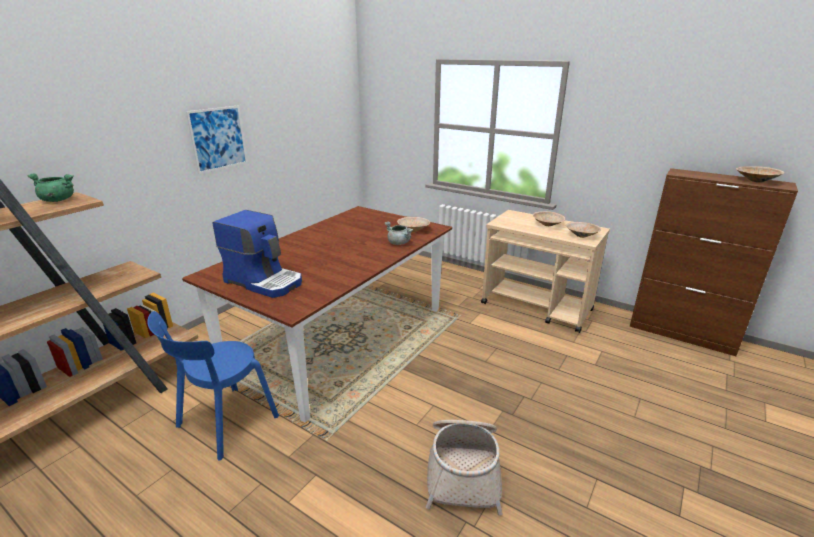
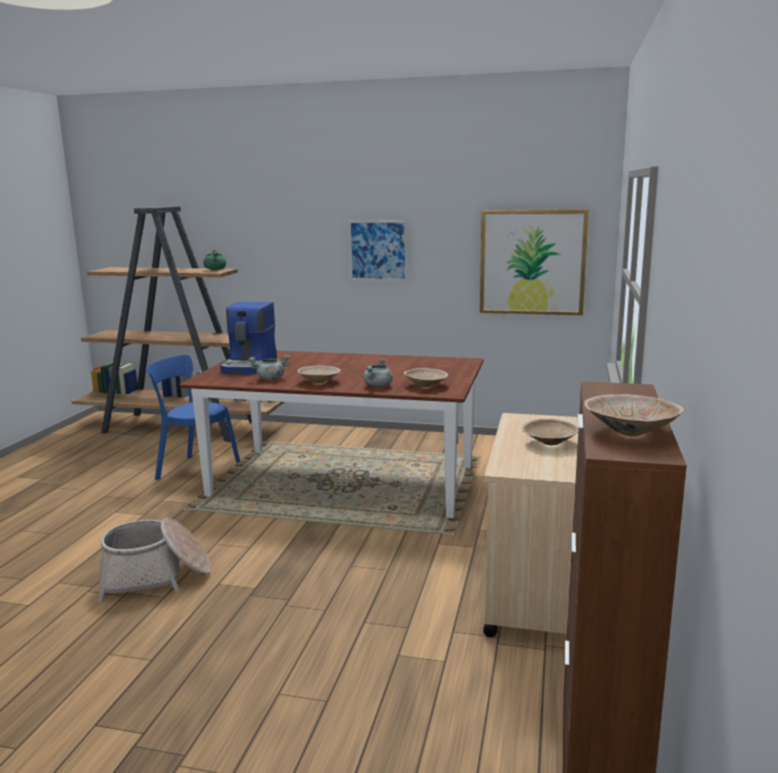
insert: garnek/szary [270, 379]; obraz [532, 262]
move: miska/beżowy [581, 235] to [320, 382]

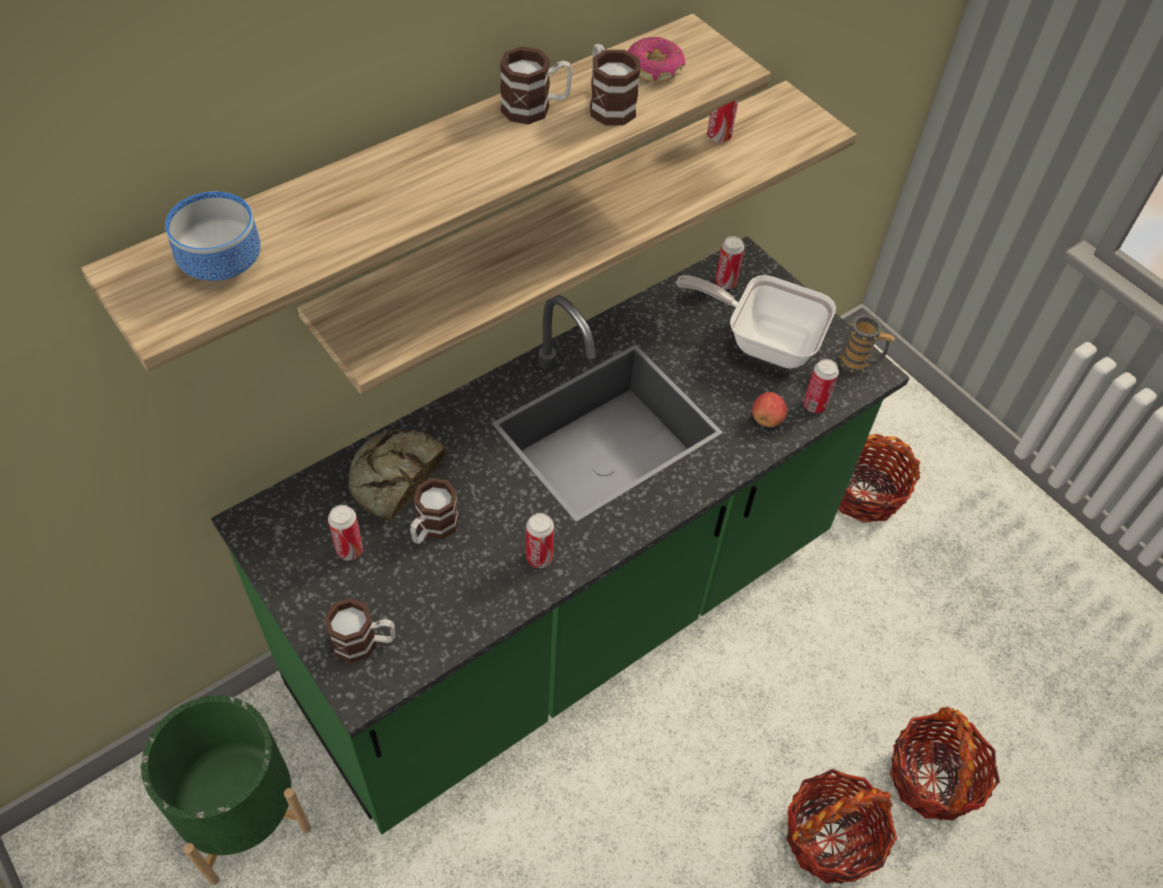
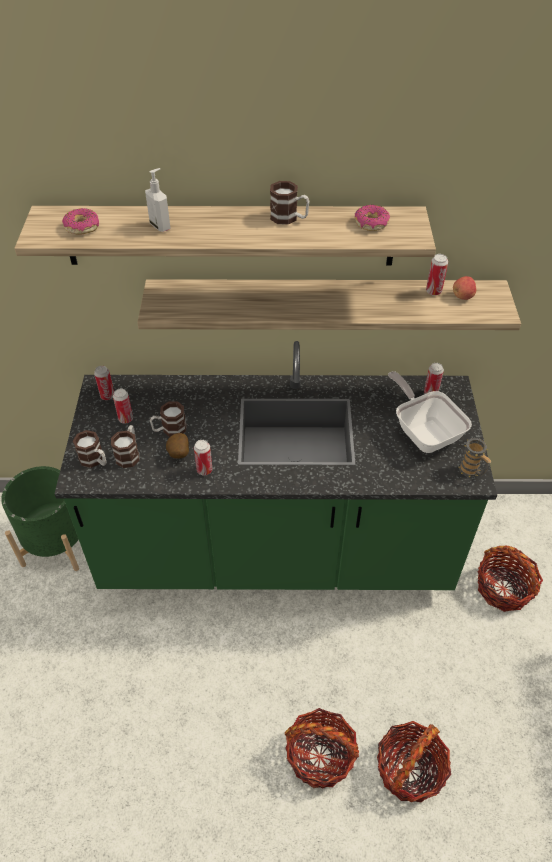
delete: chleb [395, 477]
insert: dozownik mydła [160, 226]; ziemniak [178, 454]
move: puszka [814, 405] to [107, 396]; kubek [608, 104] to [129, 454]; jabłko [766, 419] to [463, 296]
replace: miska [224, 265] to donut [82, 227]

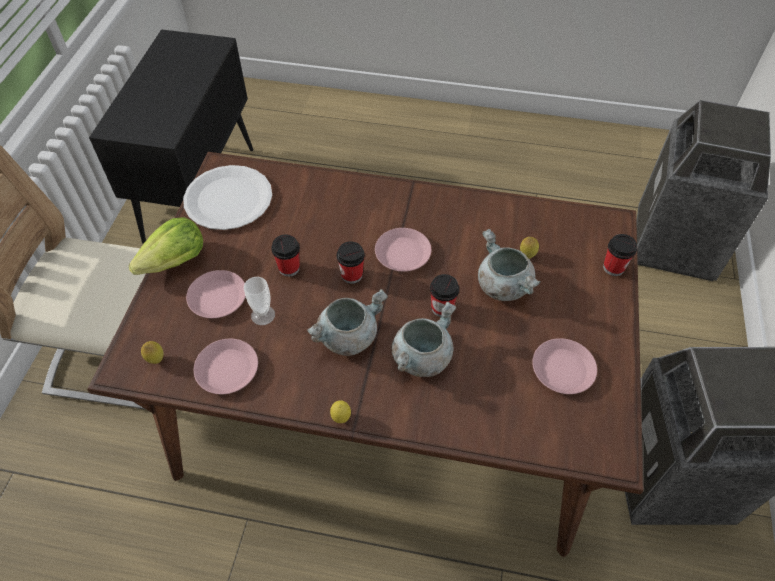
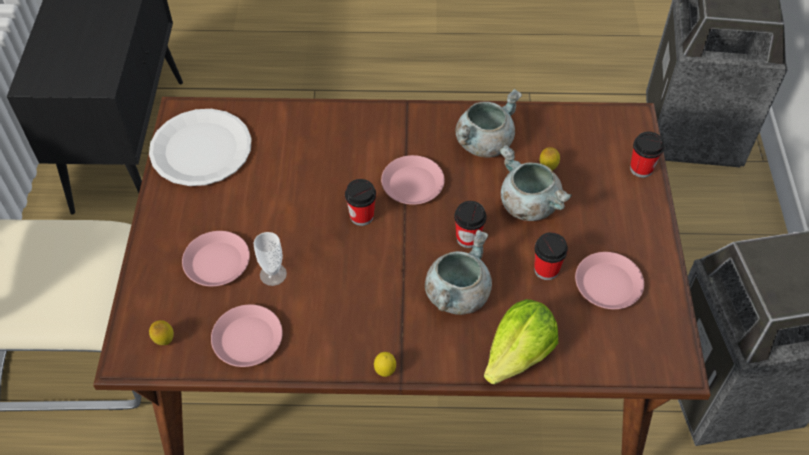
move: garnek/szary [348, 336] to [484, 142]; sałata [175, 262] to [518, 355]; filiżanka [289, 268] to [546, 270]

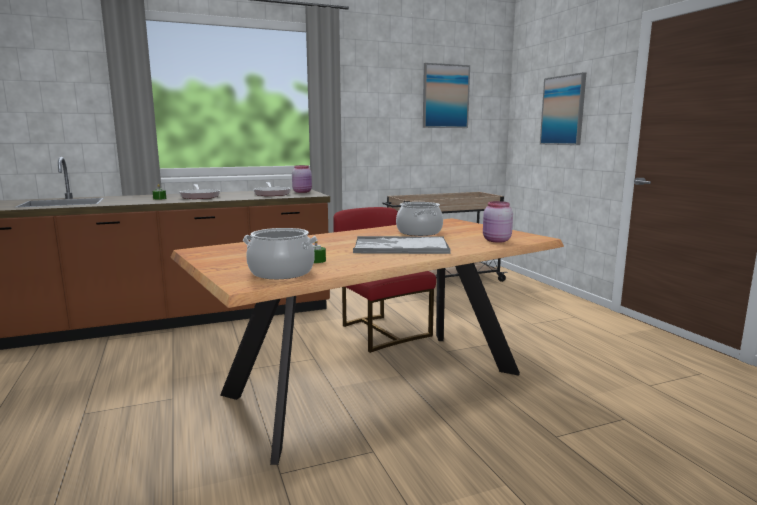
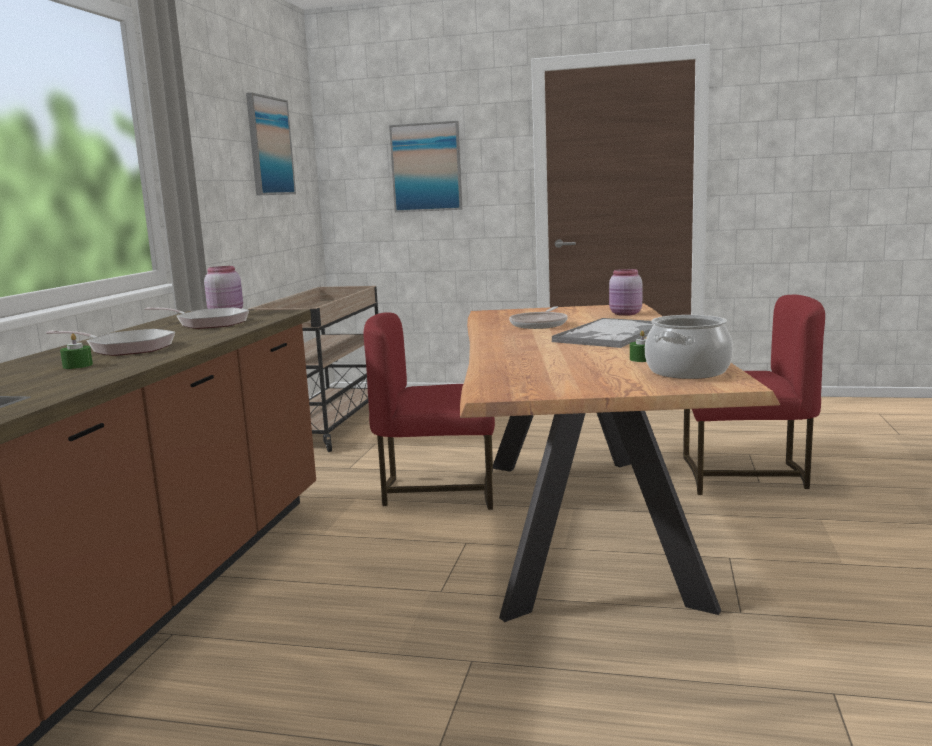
insert: krzesło/czerwony [745, 475]
replace: garnek [419, 232] to patelnia [540, 324]

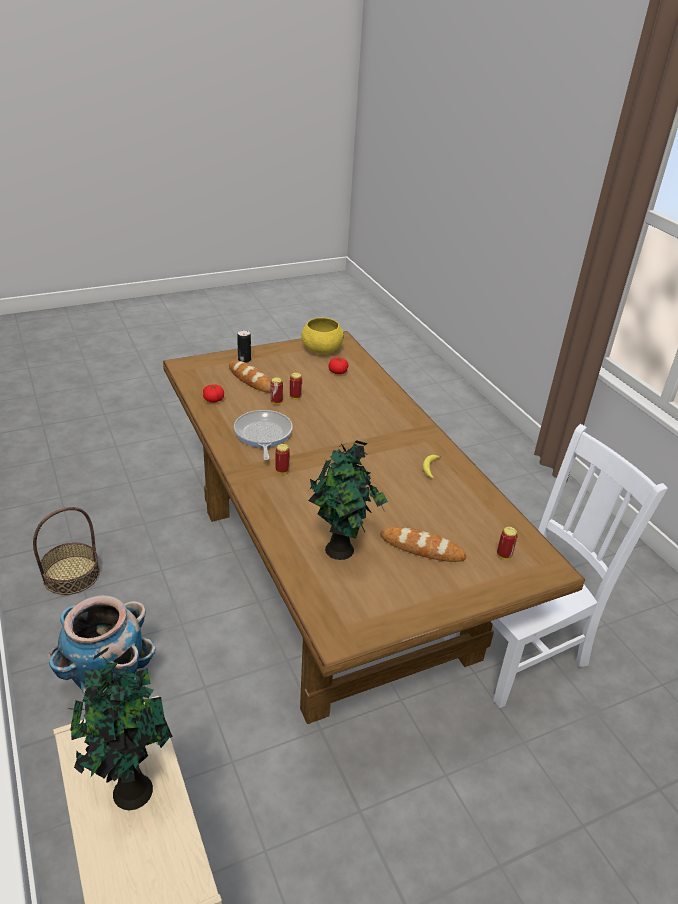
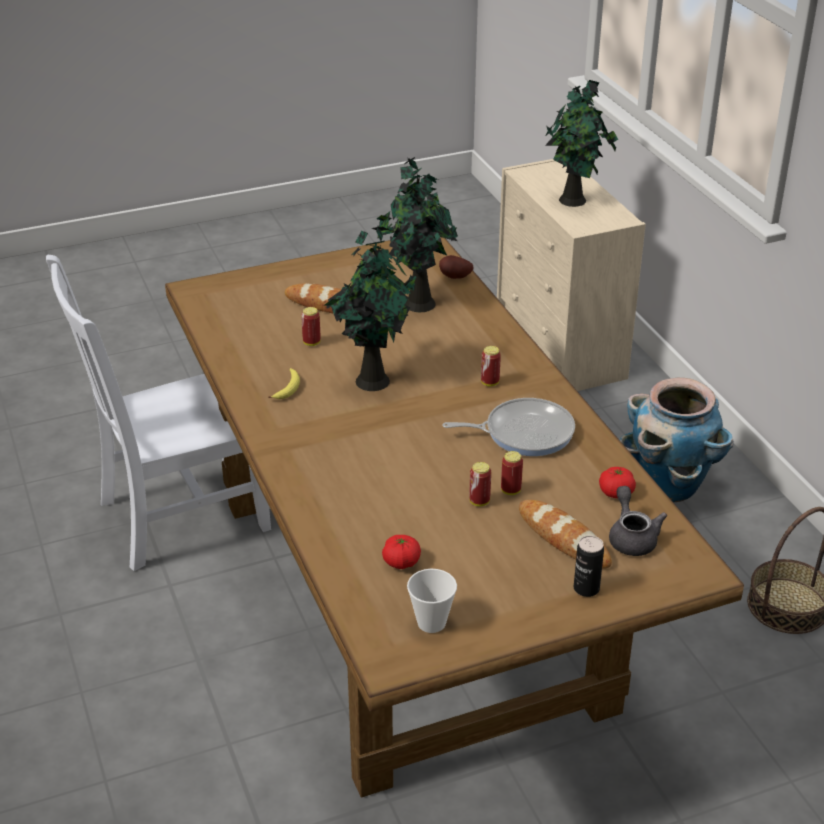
insert: roślina doniczkowa [372, 379]; ziemniak [454, 278]; imbryk/szary [631, 537]
move: puszka [504, 555] to [311, 343]
replace: miska/żółty [321, 350] to filiżanka [431, 622]
rotate: patelnia [263, 435] = [524, 432] 90 degrees counterclockwise

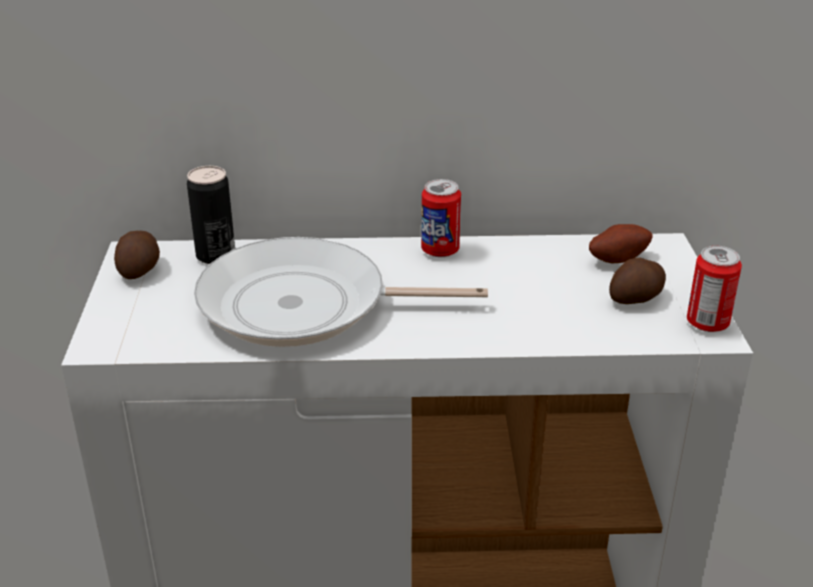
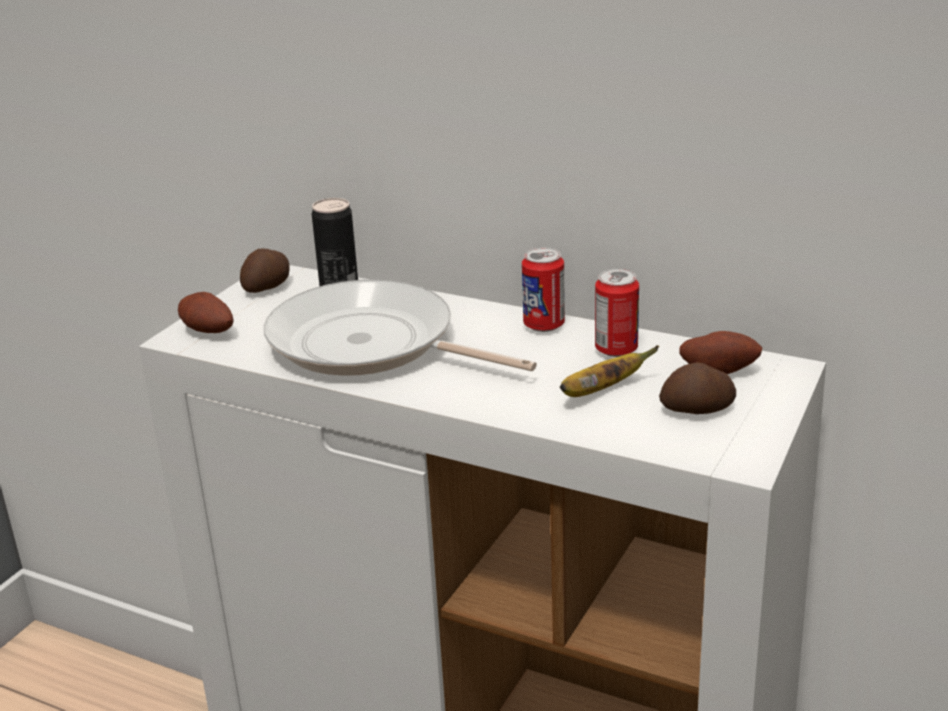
insert: ziemniak [207, 332]; banan [602, 390]
move: puszka [707, 323] to [616, 350]

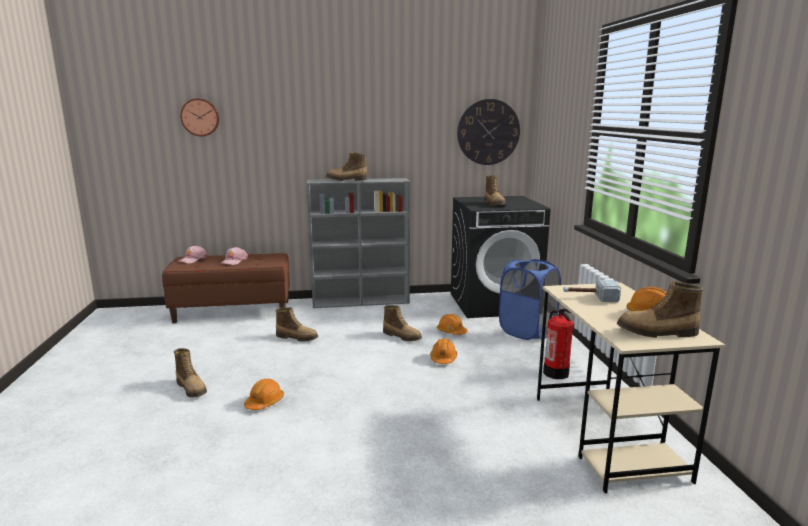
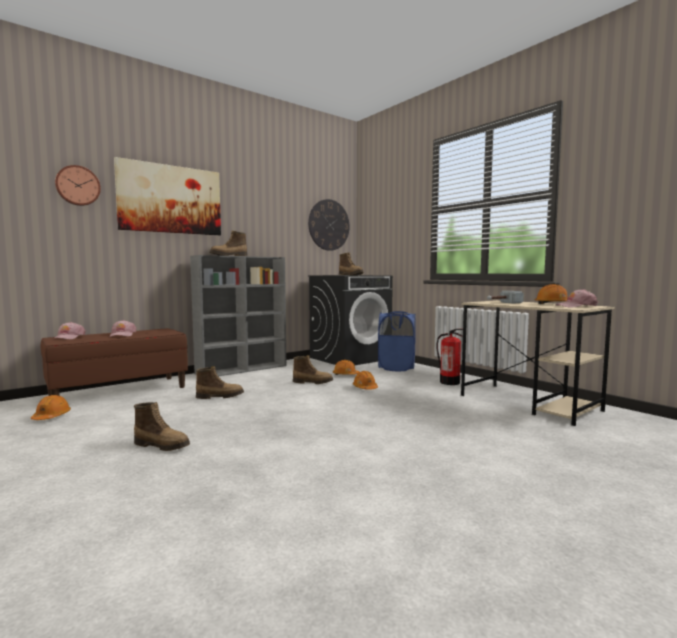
insert: obraz [170, 199]
move: kask/pomarańczowy [264, 402] to [51, 417]
replace: but z cholewką [657, 333] to czapka z daszkiem/różowy [576, 306]

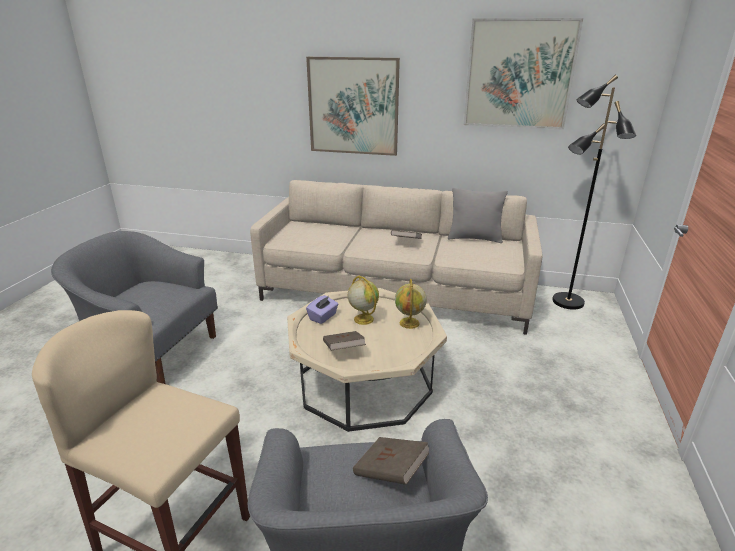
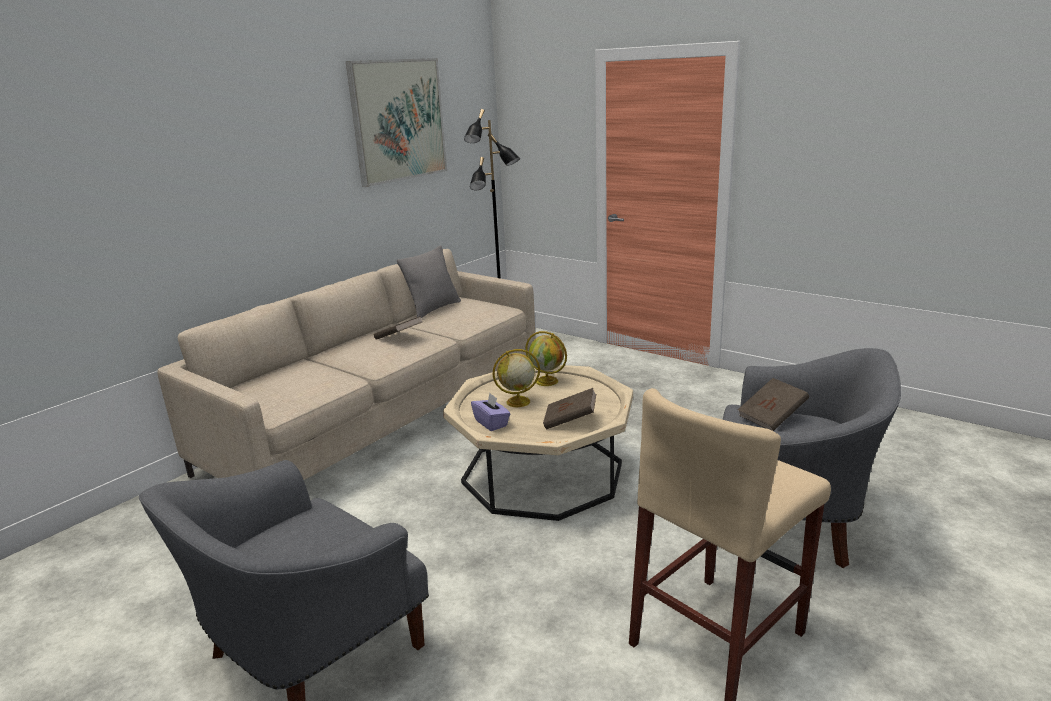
delete: obraz [353, 106]

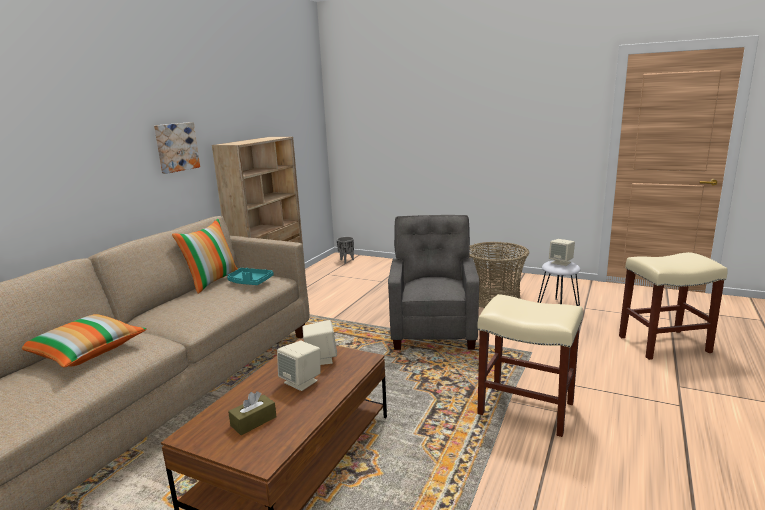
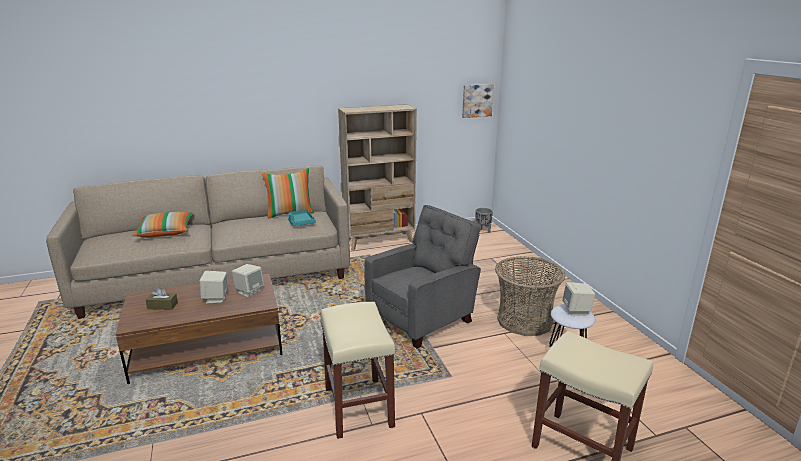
move: obraz [176, 147] to [477, 100]

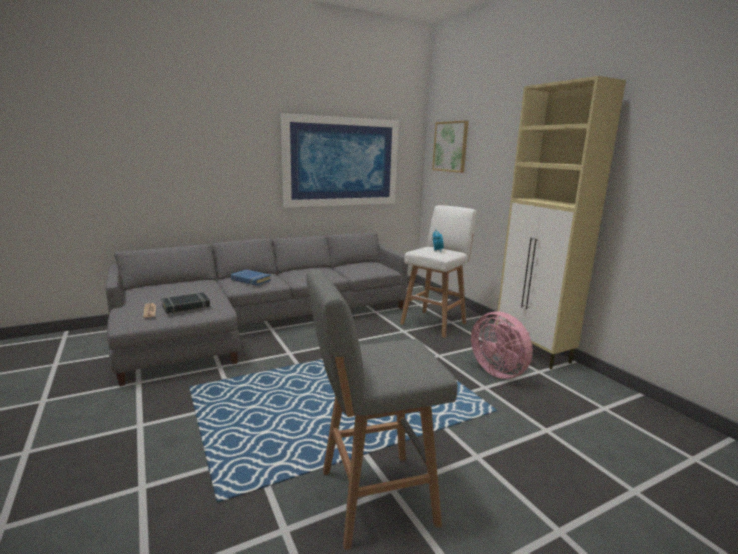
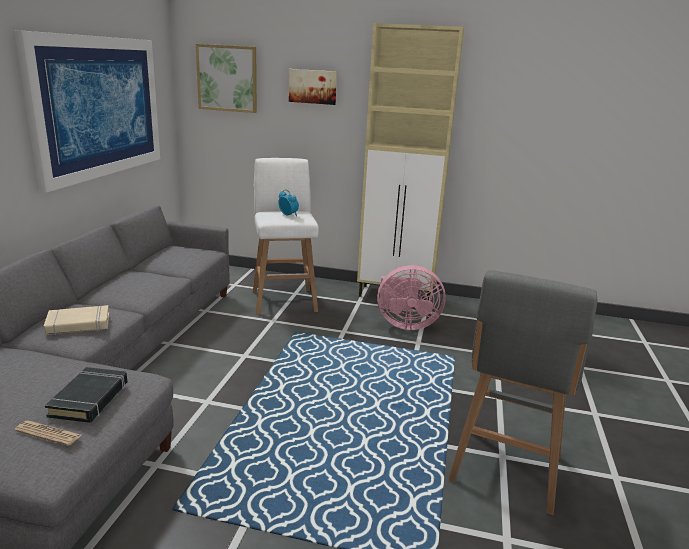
insert: obraz [313, 86]
recolor: książka/niebieski [250, 280] to książka/beżowy [78, 325]

